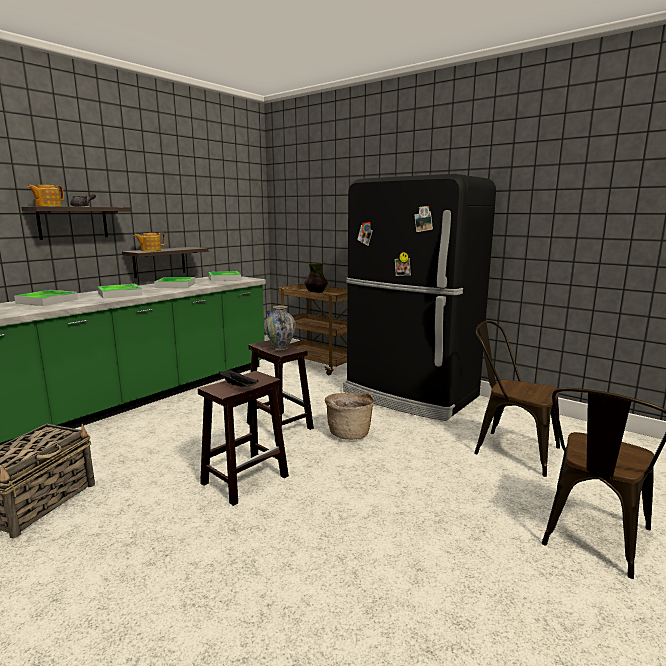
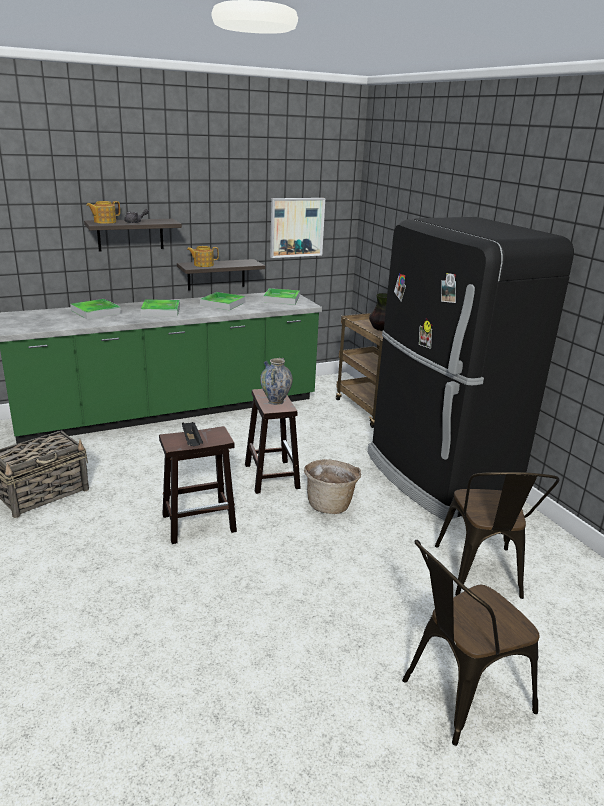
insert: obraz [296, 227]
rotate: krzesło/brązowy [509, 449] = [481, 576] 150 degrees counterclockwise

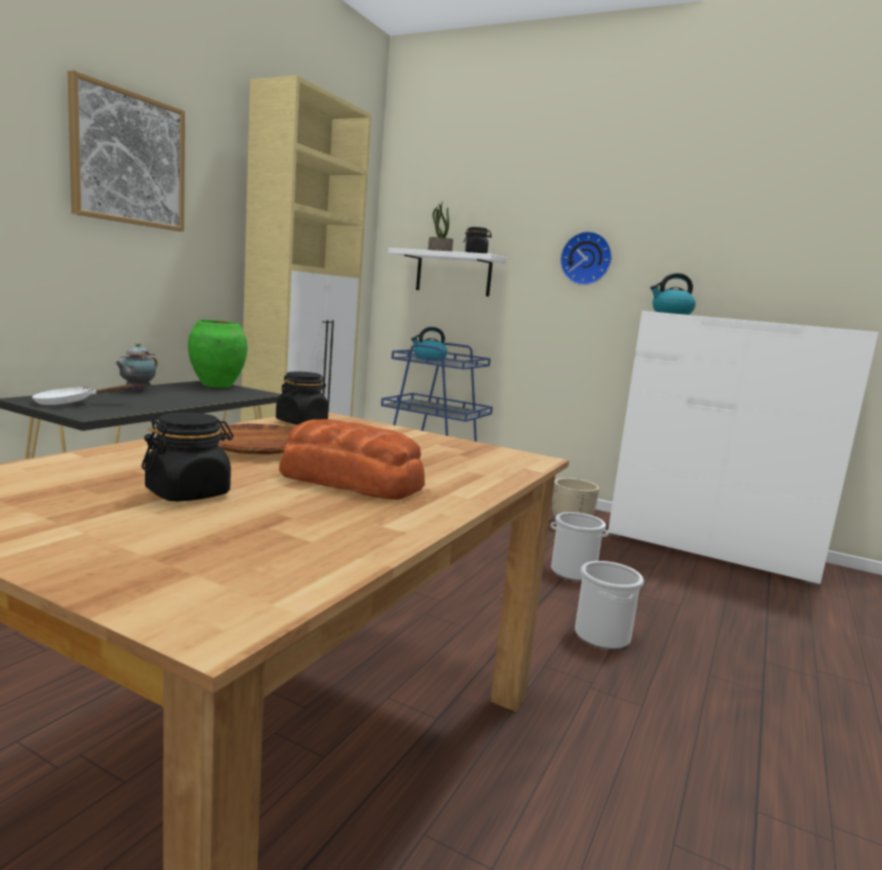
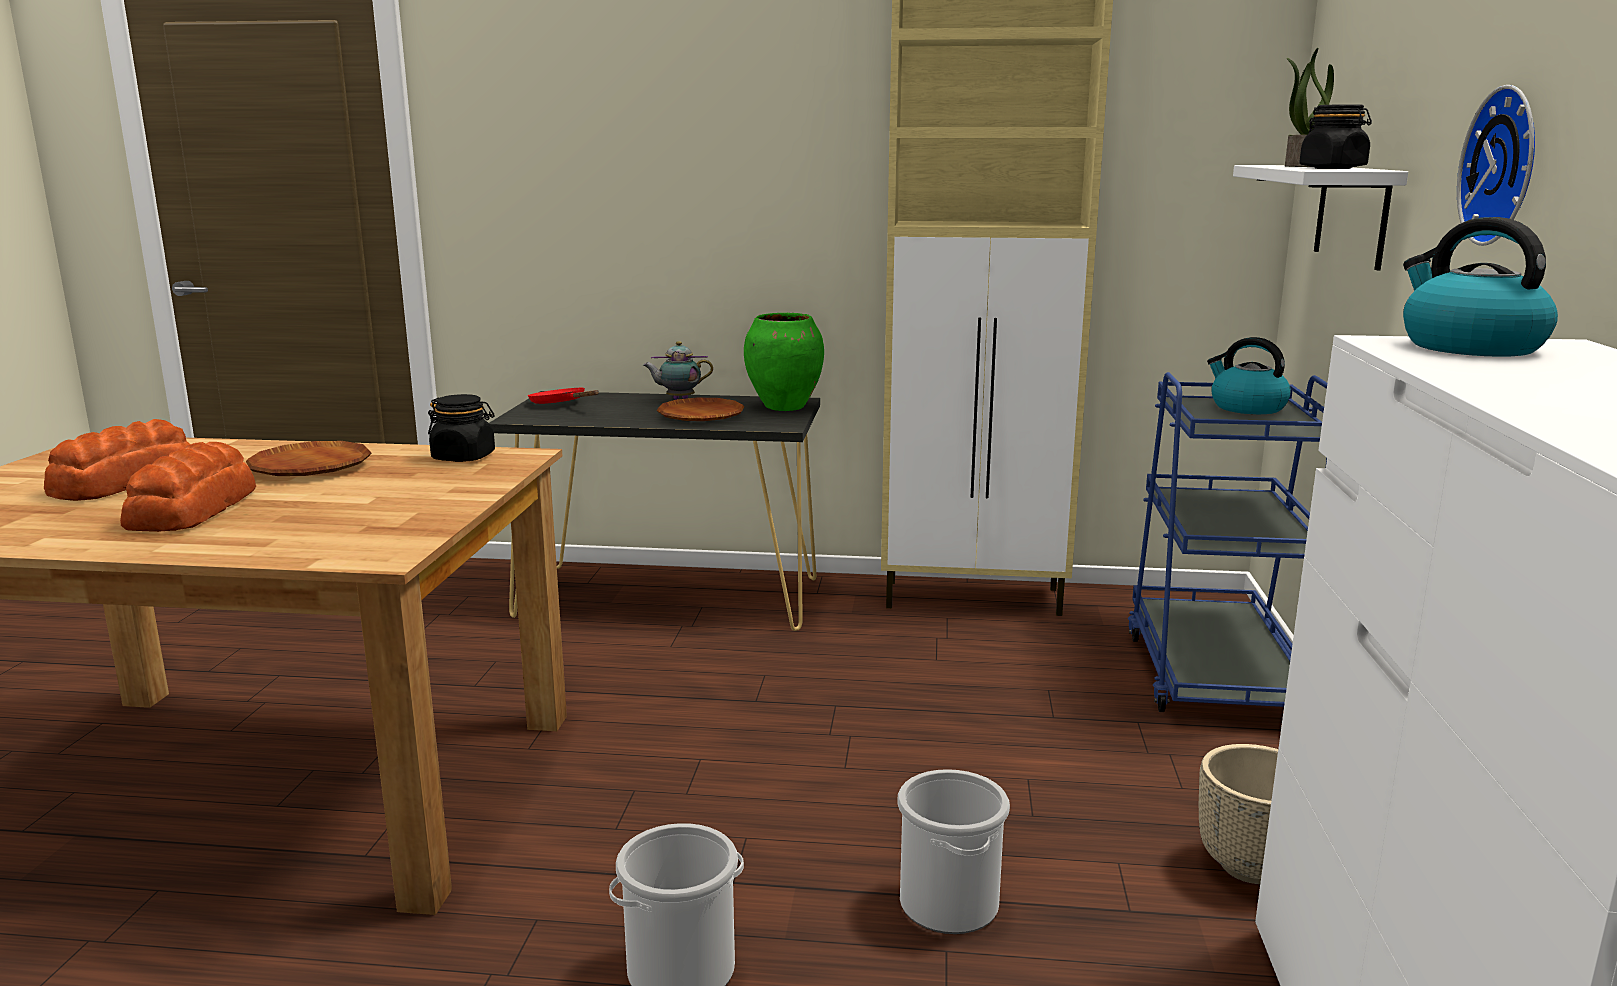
delete: obraz [128, 159]
insert: talerz/brązowy [701, 416]
replace: słoik/czarny [188, 493] to chleb [123, 482]
recolor: patelnia/biały [70, 403] to patelnia/czerwony [561, 404]

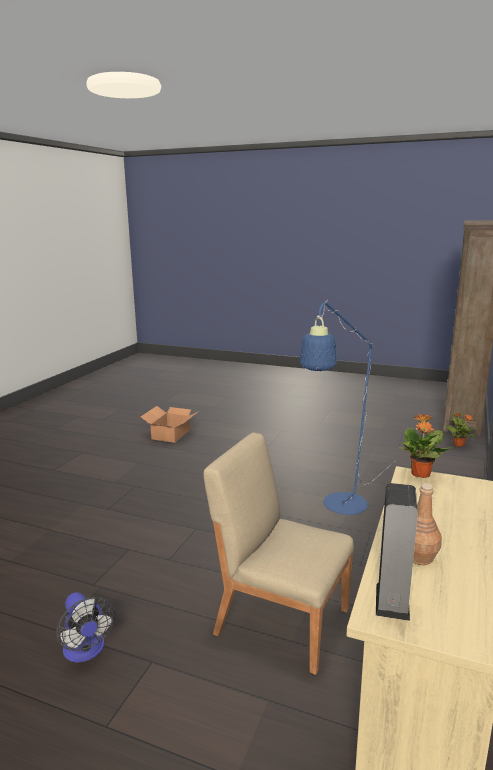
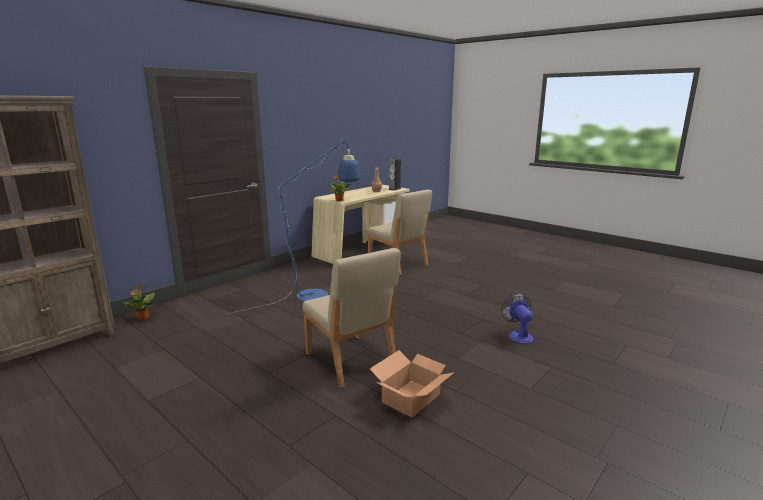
insert: krzesło/beżowy [351, 360]
move: wentylator [86, 651] to [518, 335]

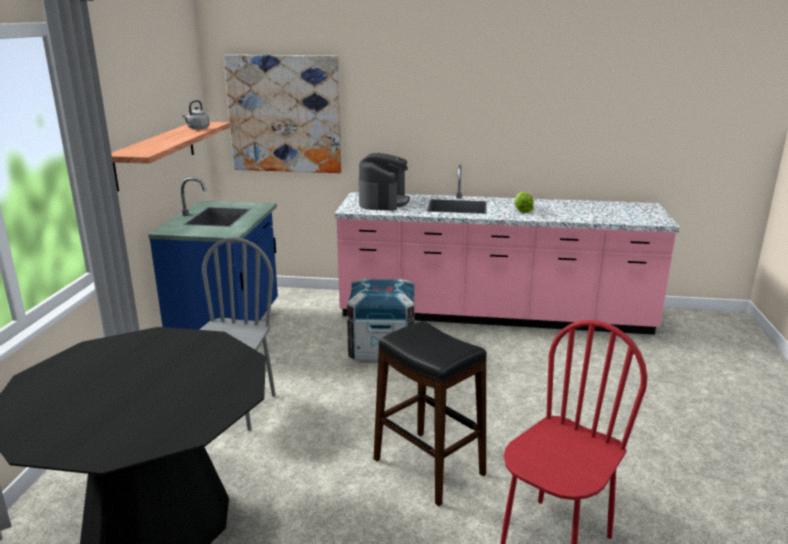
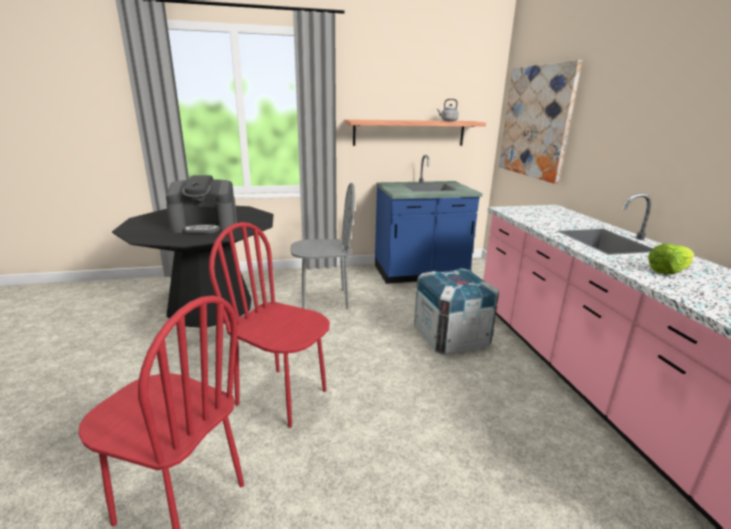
move: ekspres do kawy [383, 202] to [205, 226]
replace: stołek/czarny [428, 466] to krzesło/czerwony [282, 397]

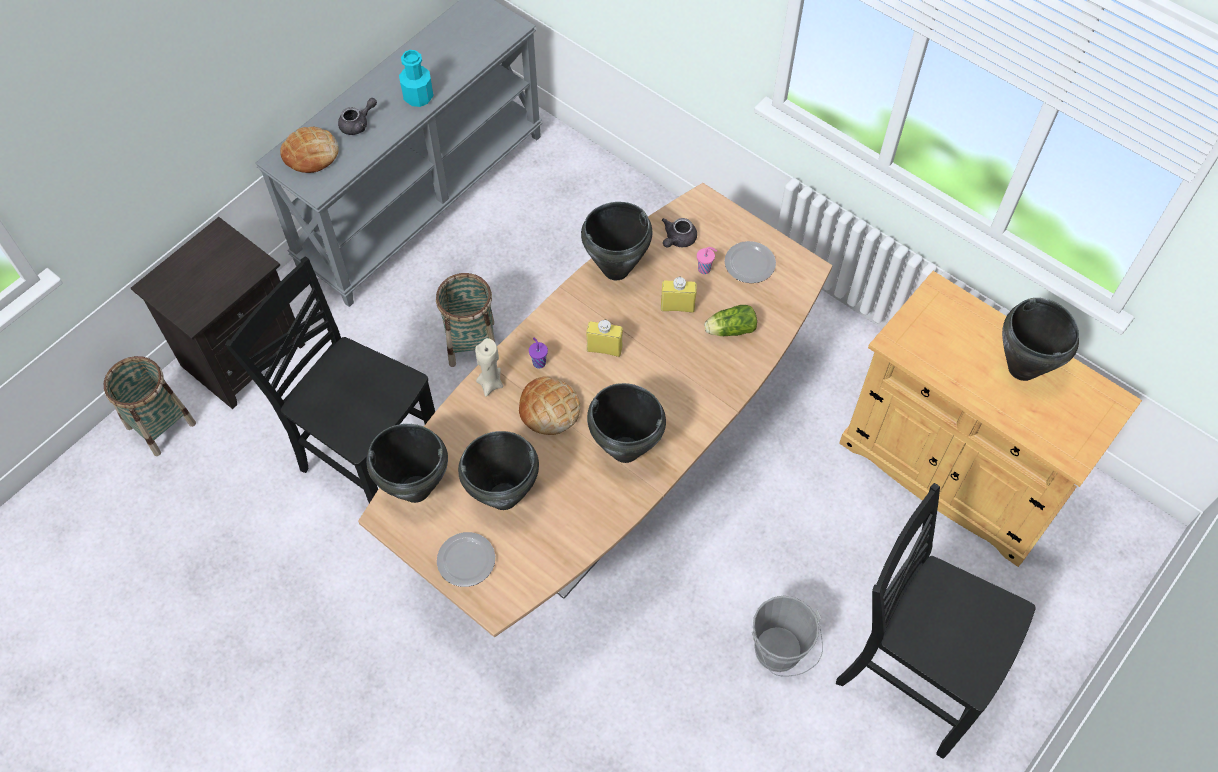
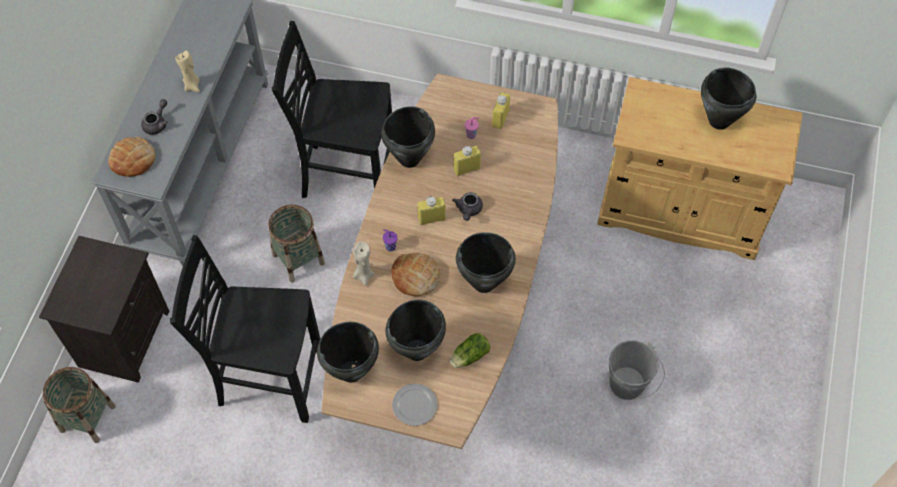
move: krzesło/czarny [908, 675] to [346, 175]; sałata [729, 330] to [468, 357]; imbryk/szary [677, 240] to [468, 210]
replace: butelka/turkusowy [418, 97] to świeca/beżowy [192, 86]; talerz [749, 263] to butelka/żółty [500, 118]

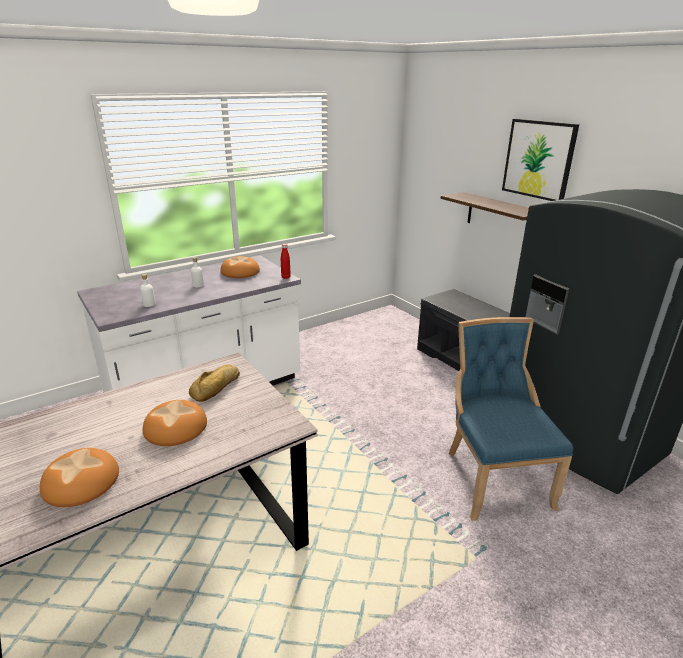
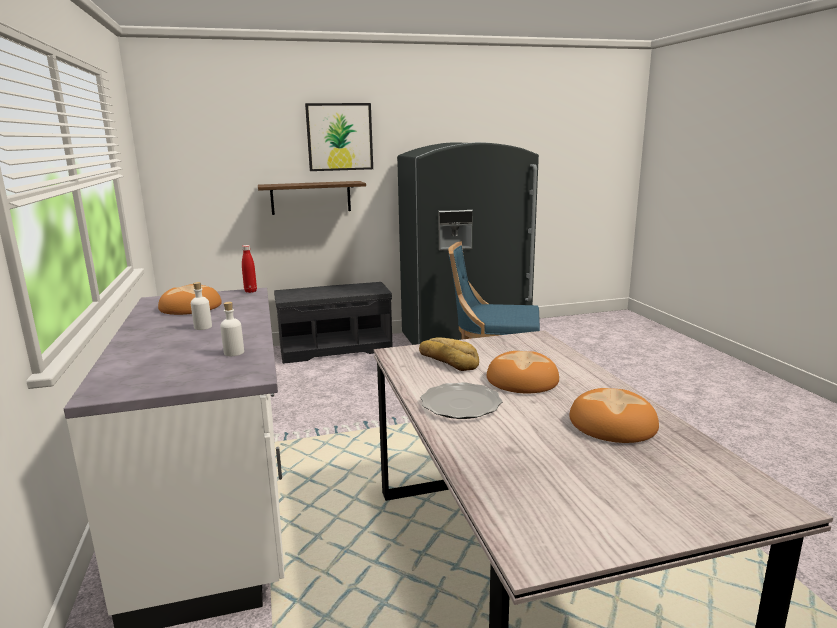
insert: talerz [460, 404]

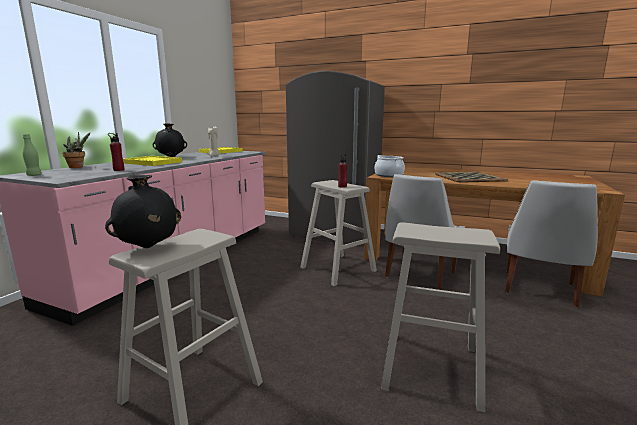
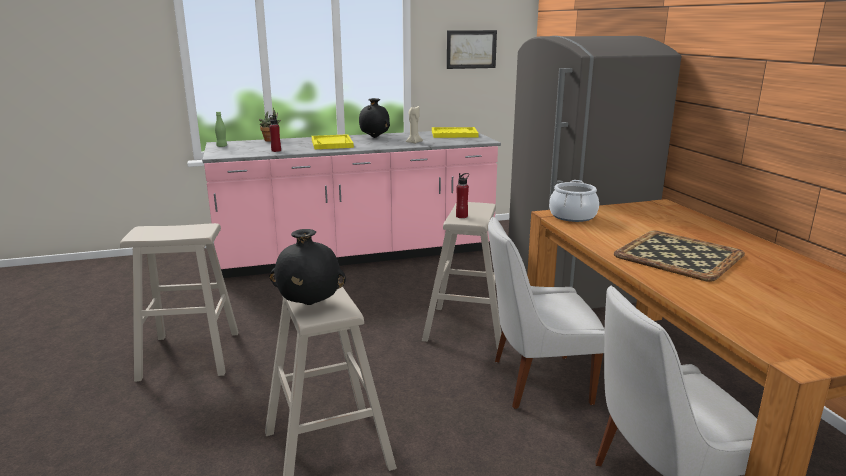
insert: obraz [471, 49]
move: wazon/czarny [148, 247] to [309, 304]

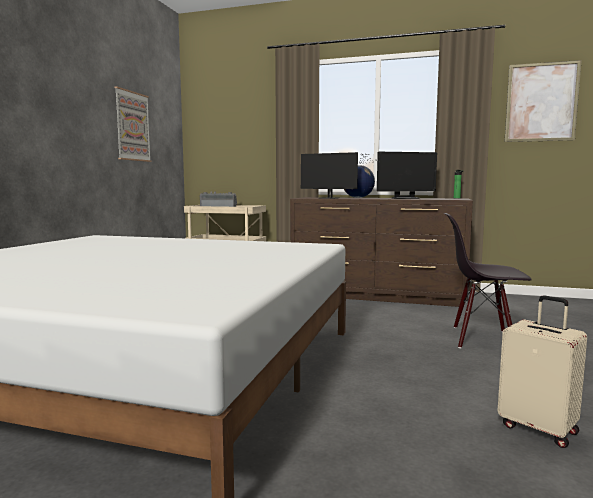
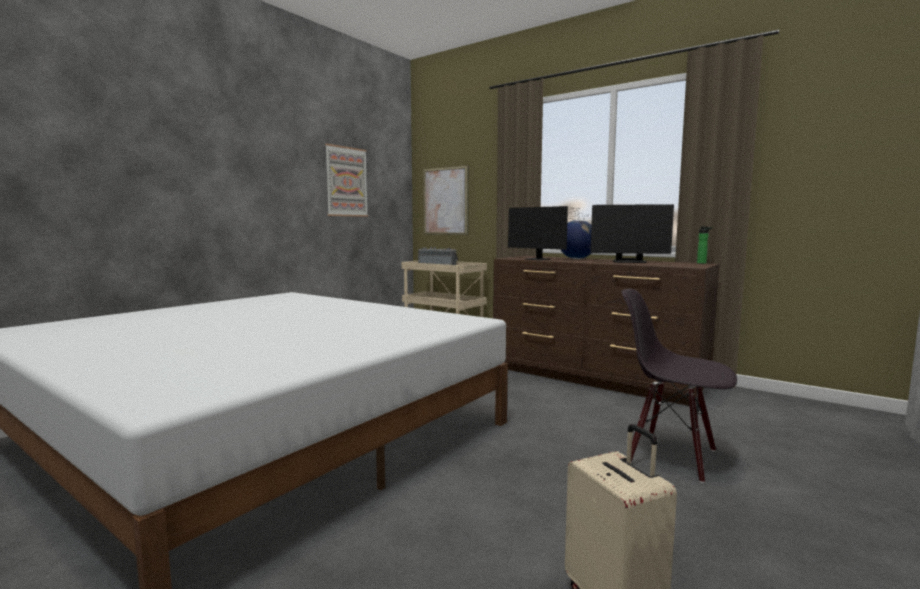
move: obraz [541, 102] to [445, 201]

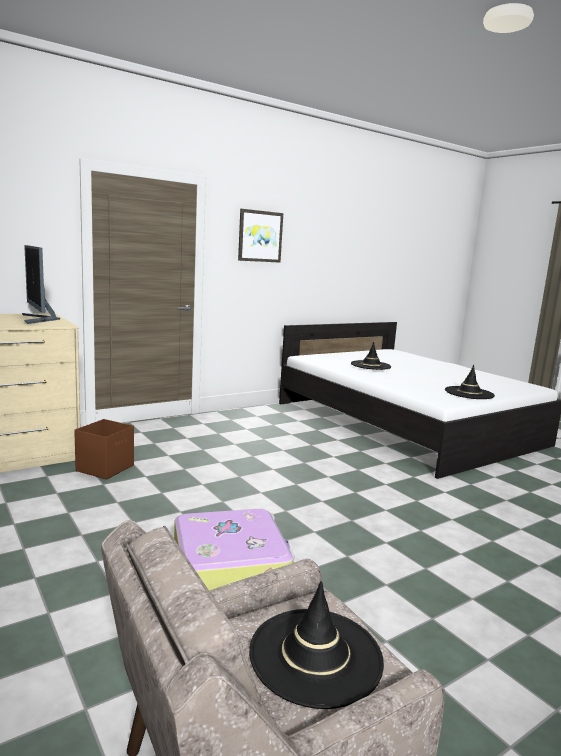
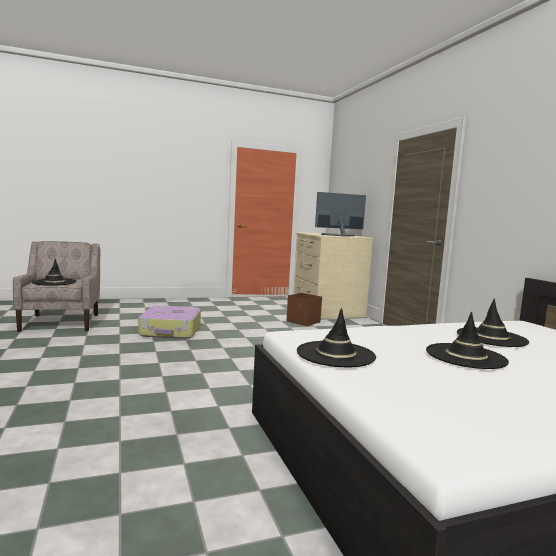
delete: obraz [260, 236]
insert: kapelusz/czarny [465, 356]

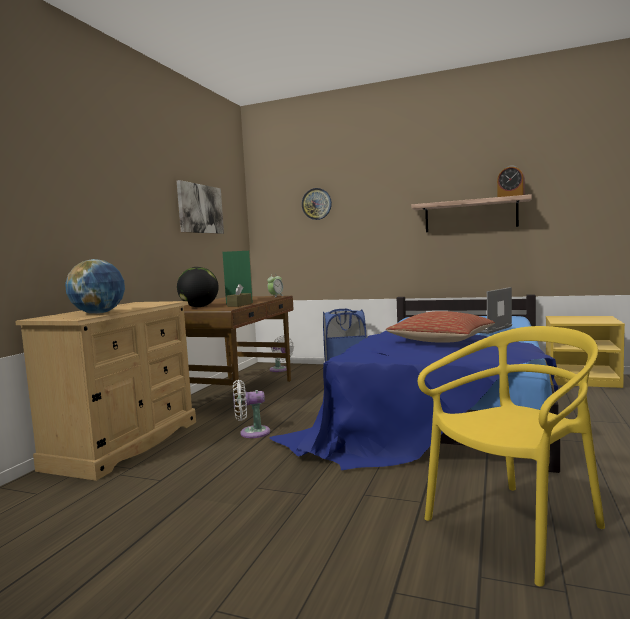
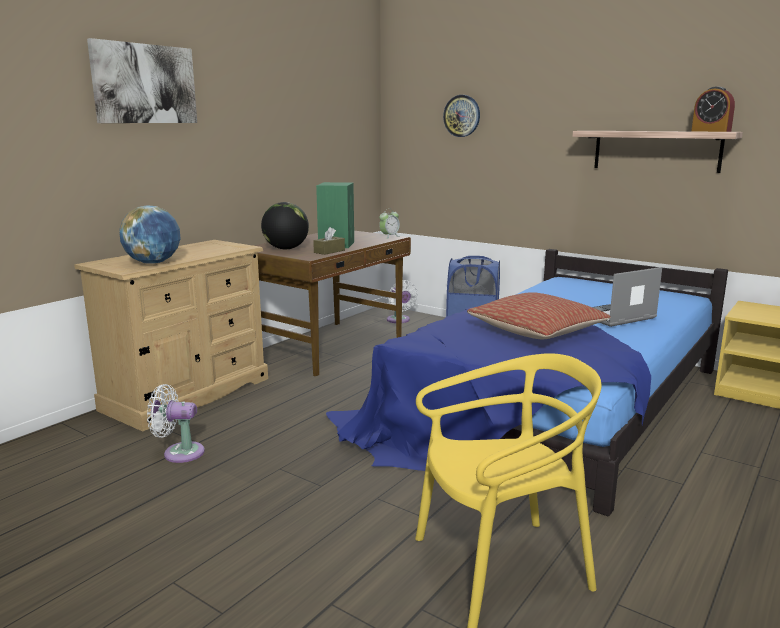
move: obraz [200, 209] to [144, 84]; wentylator/biały [251, 433] to [179, 452]

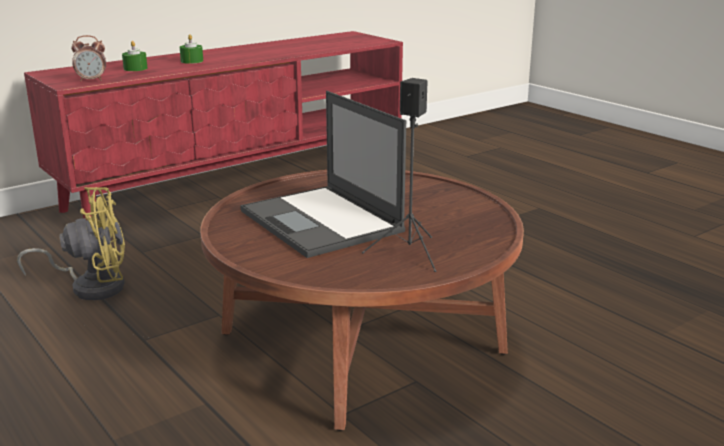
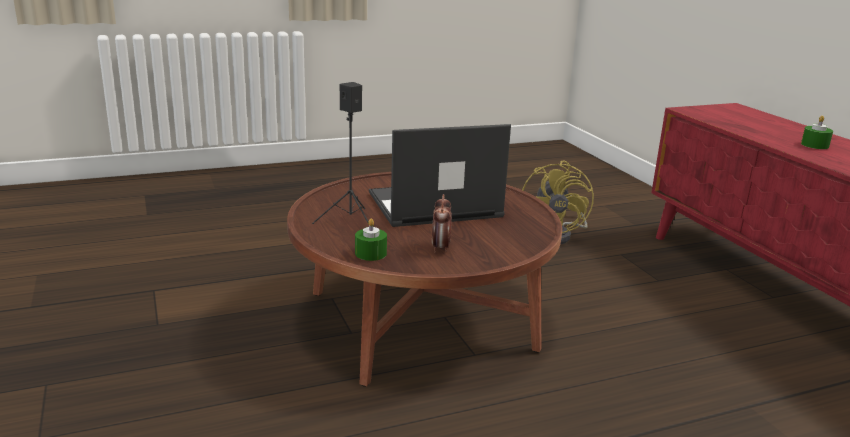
move: świeca/zielony [135, 68] to [370, 253]; budzik [92, 80] to [440, 248]

